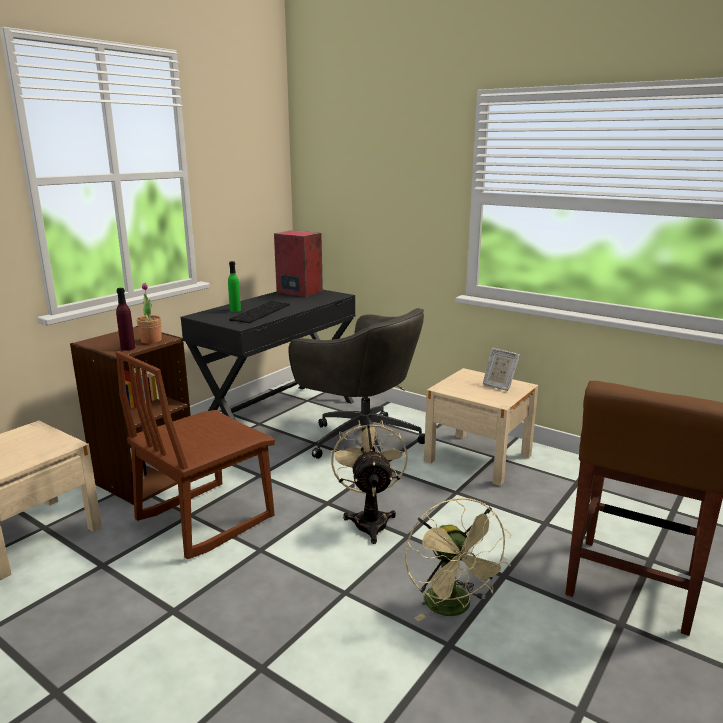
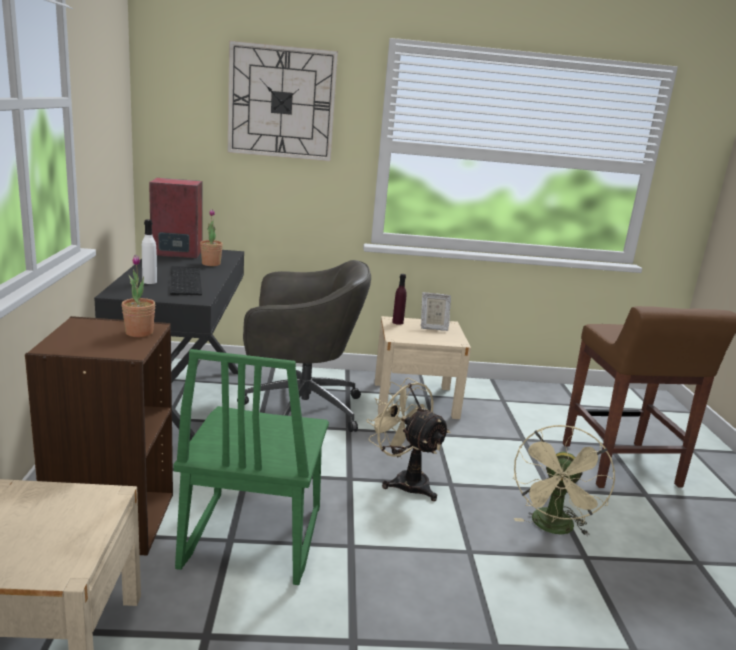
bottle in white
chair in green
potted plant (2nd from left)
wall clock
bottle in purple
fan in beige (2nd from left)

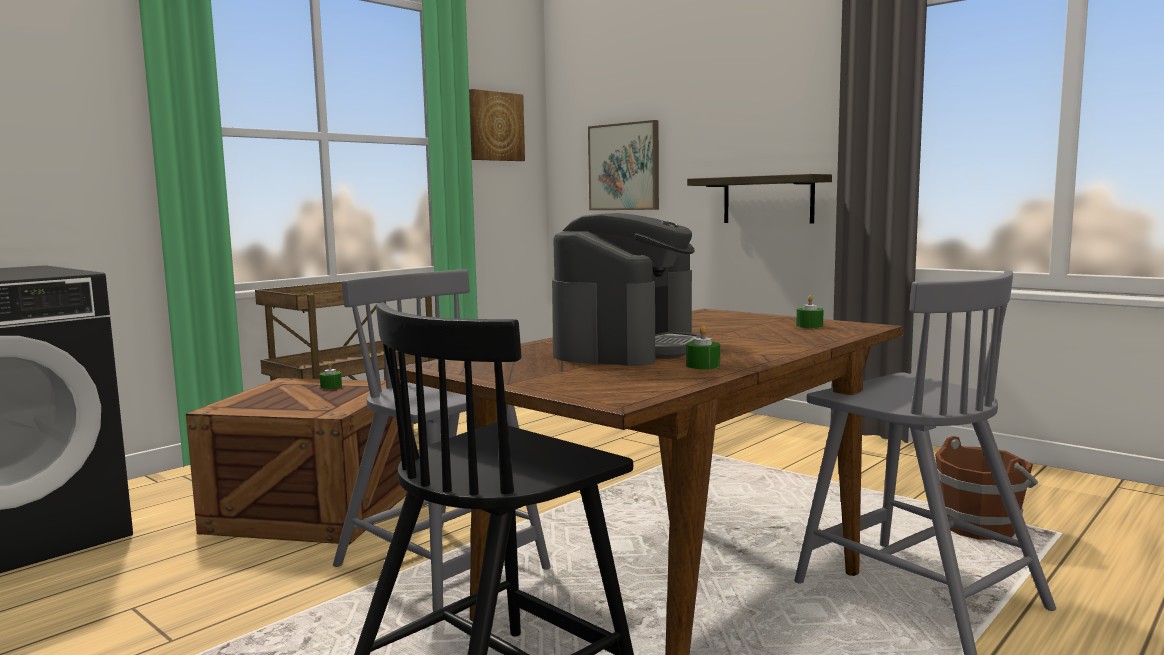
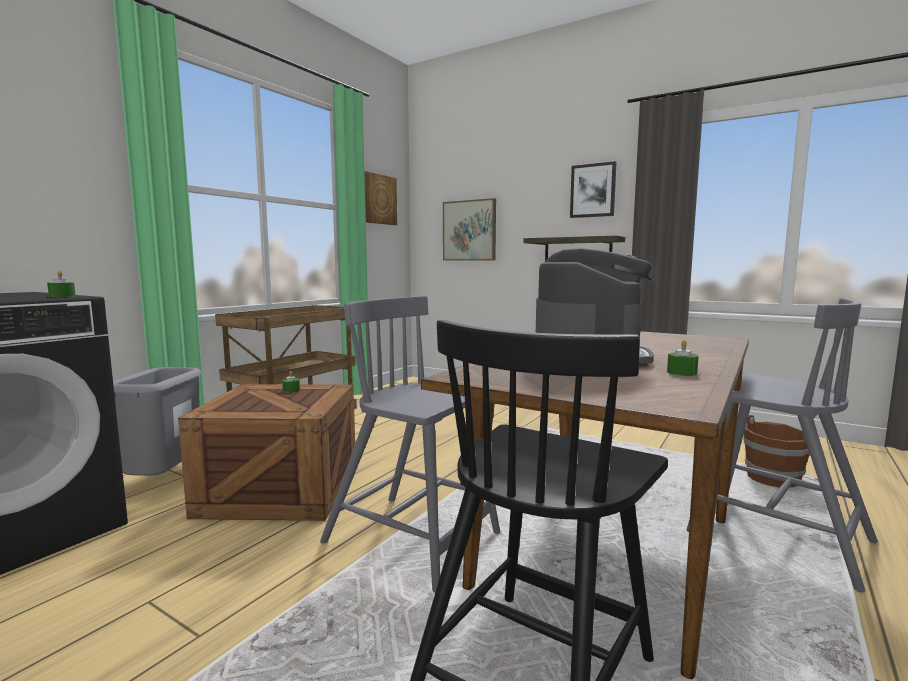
candle in green (1st from left)
trash can in grey
picture (3rd from left)

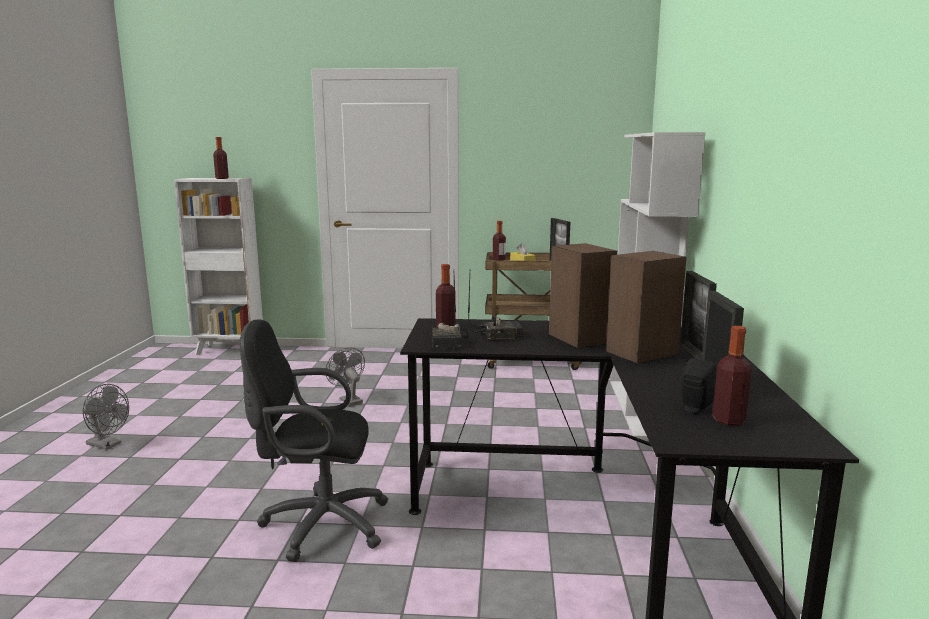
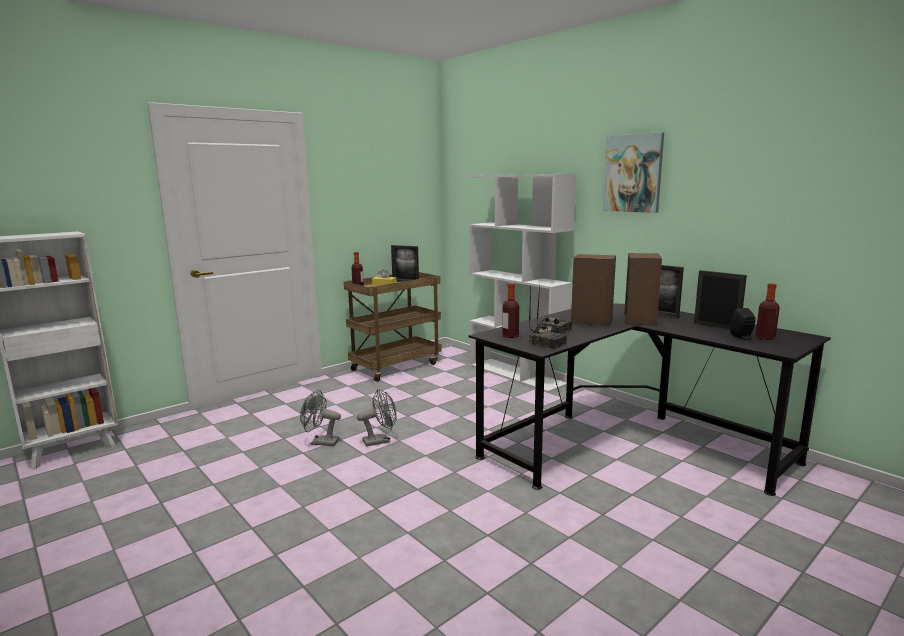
fan in grey (2nd from left)
picture
bottle (1st from left in the first image)
office chair in black

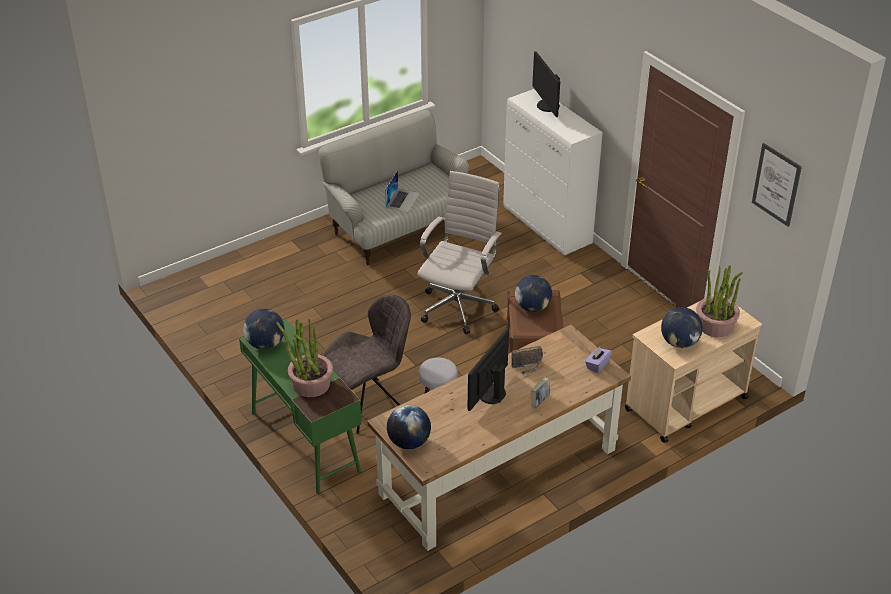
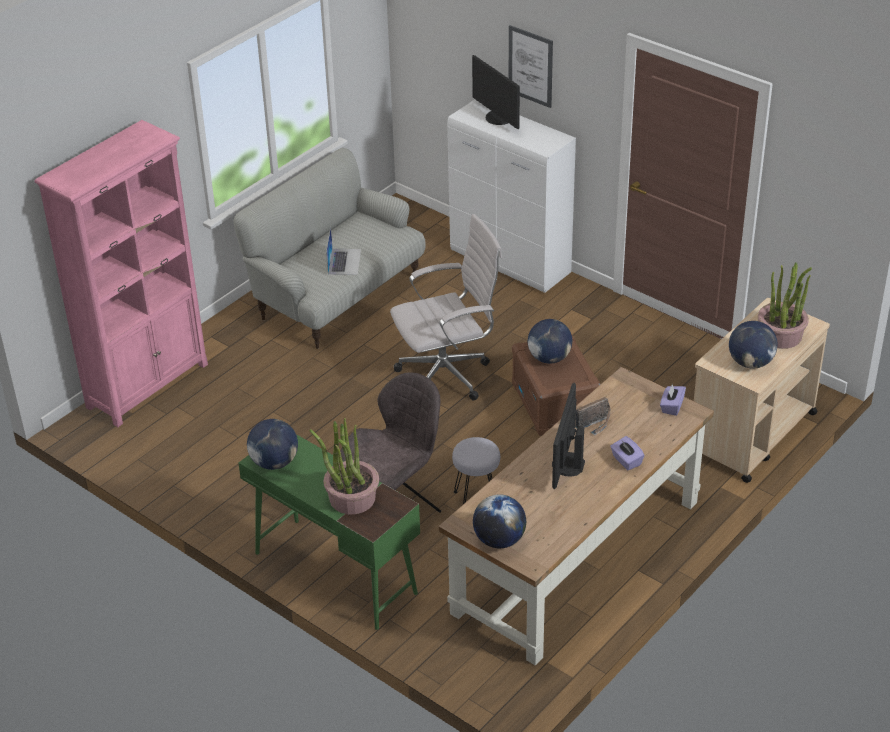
bookcase in pink
office chair in white
picture
tissue box in purple (1st from left)

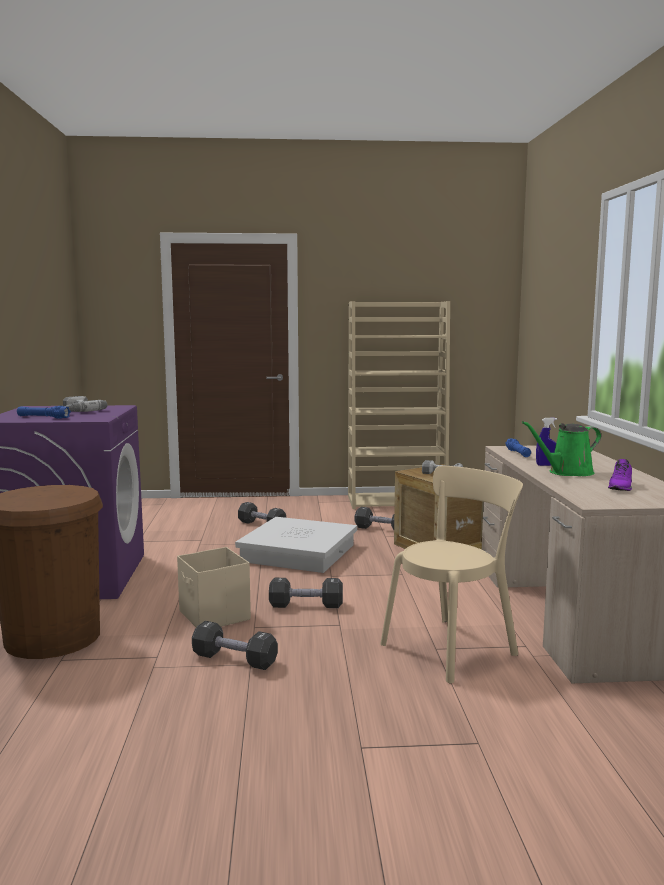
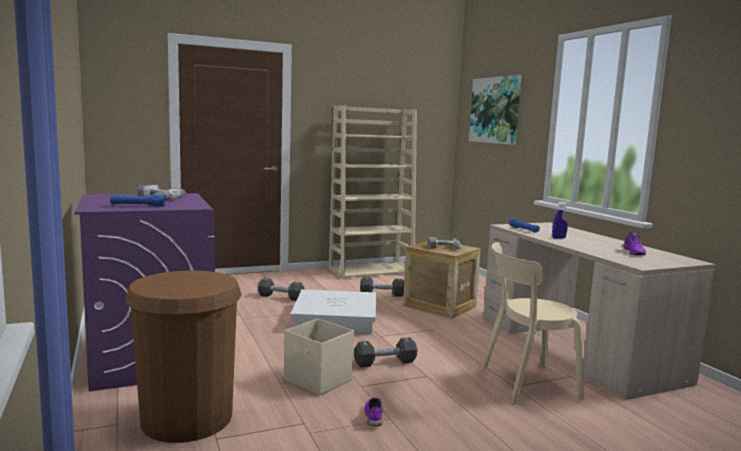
shoe in purple (1st from left)
picture
chair in beige
watering can in green

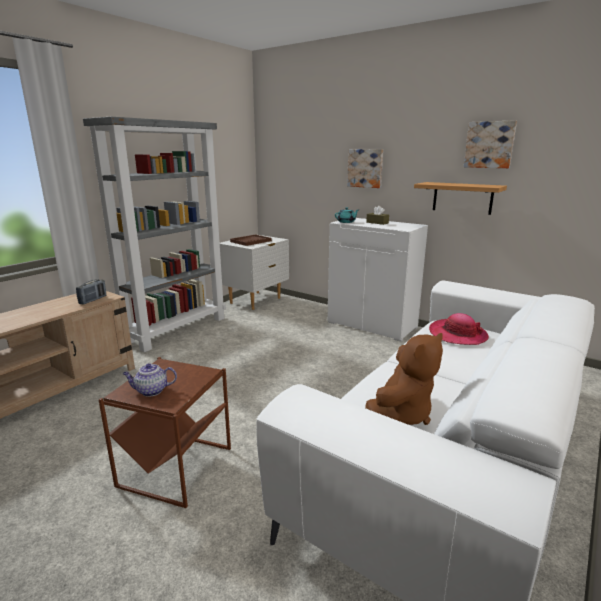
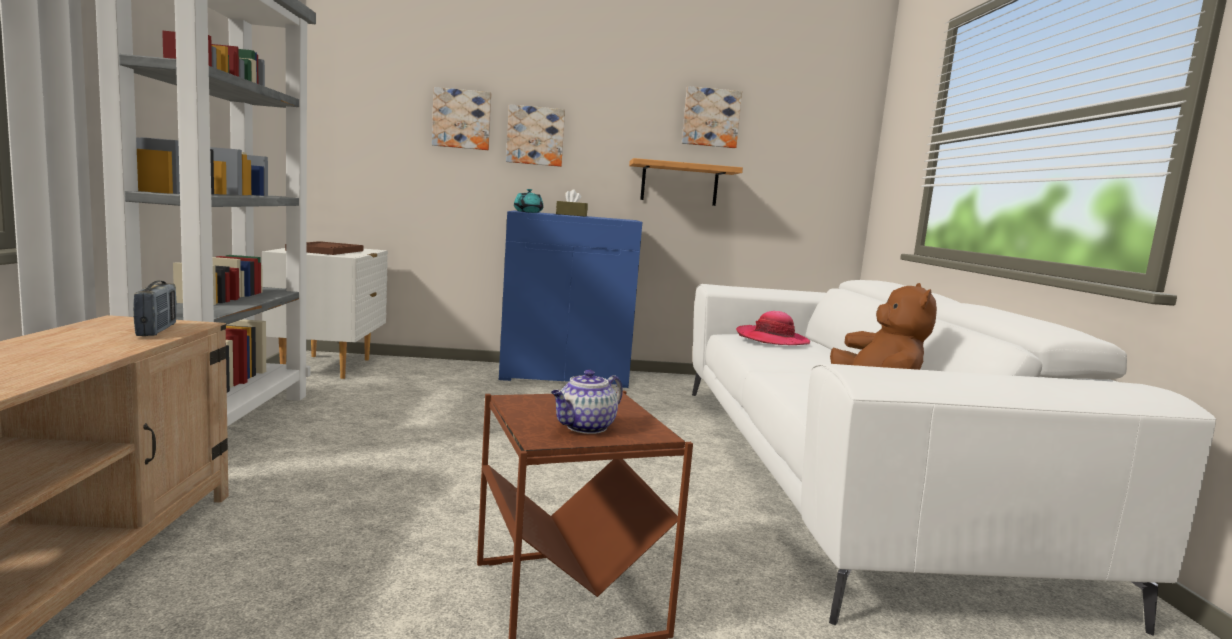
picture (1st from left)
cabinet in blue

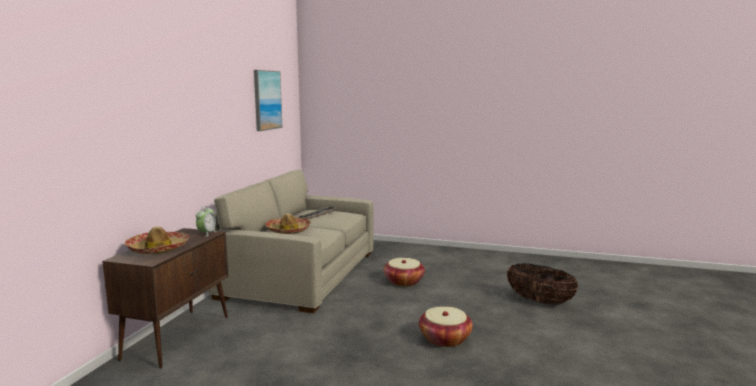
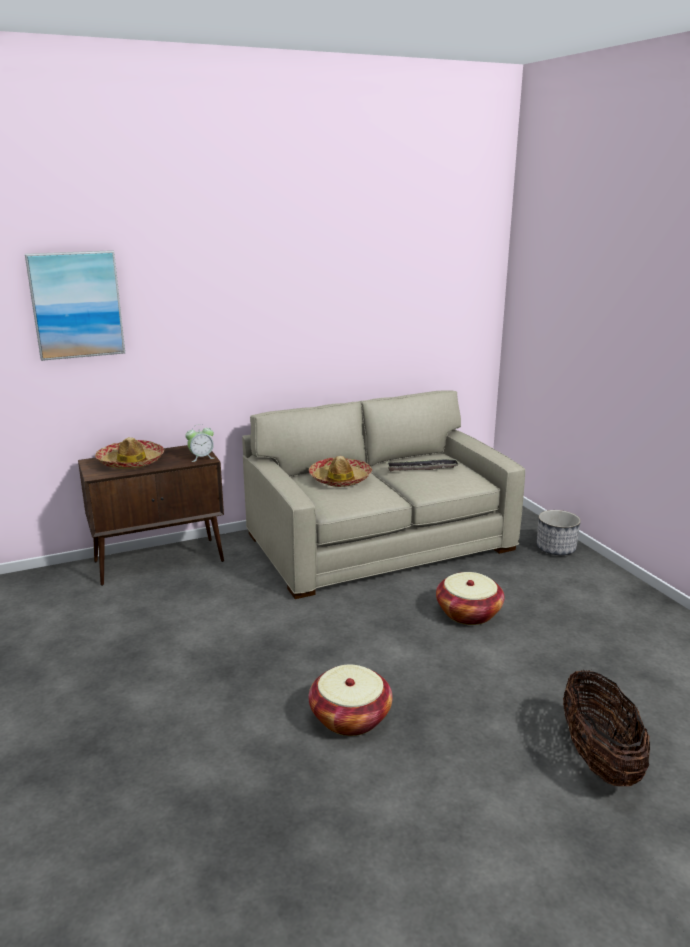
picture
planter

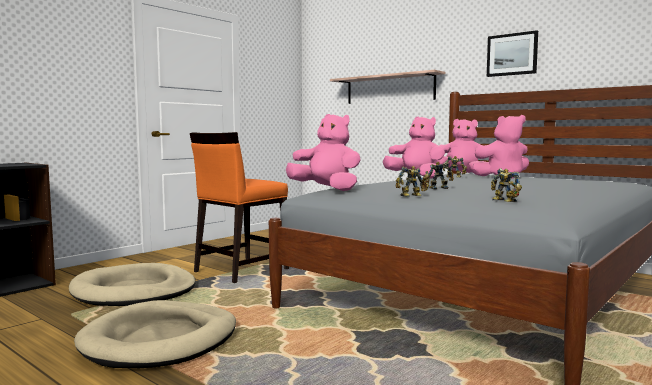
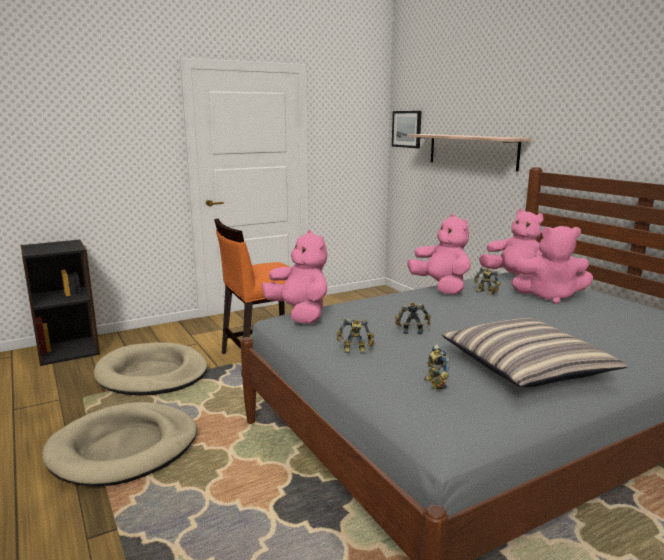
picture
pillow

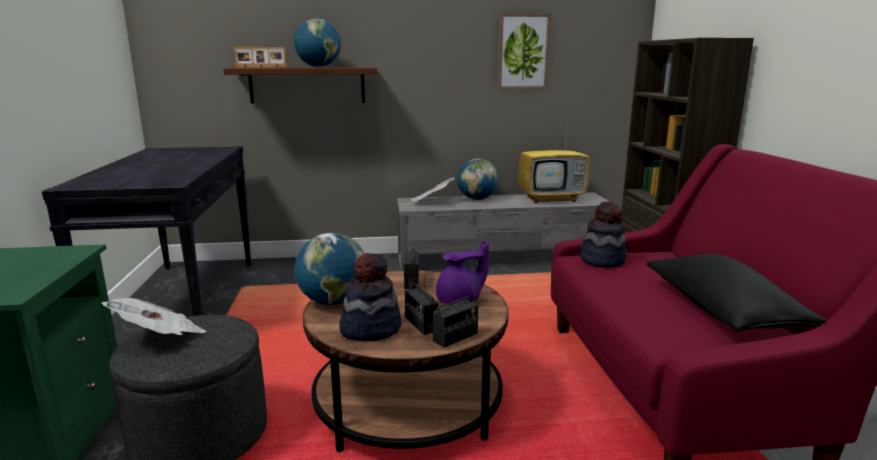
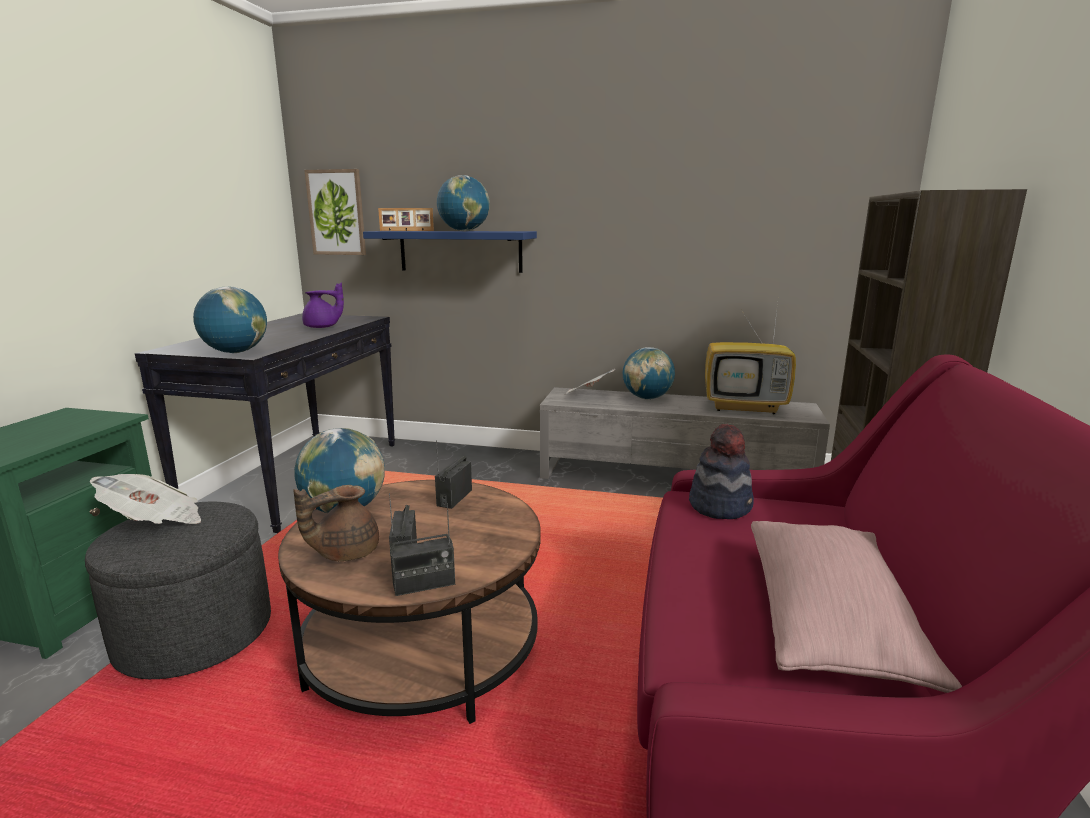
globe (1st from left)
teapot in brown
teapot in purple
picture
shelf in blue
pillow in pink

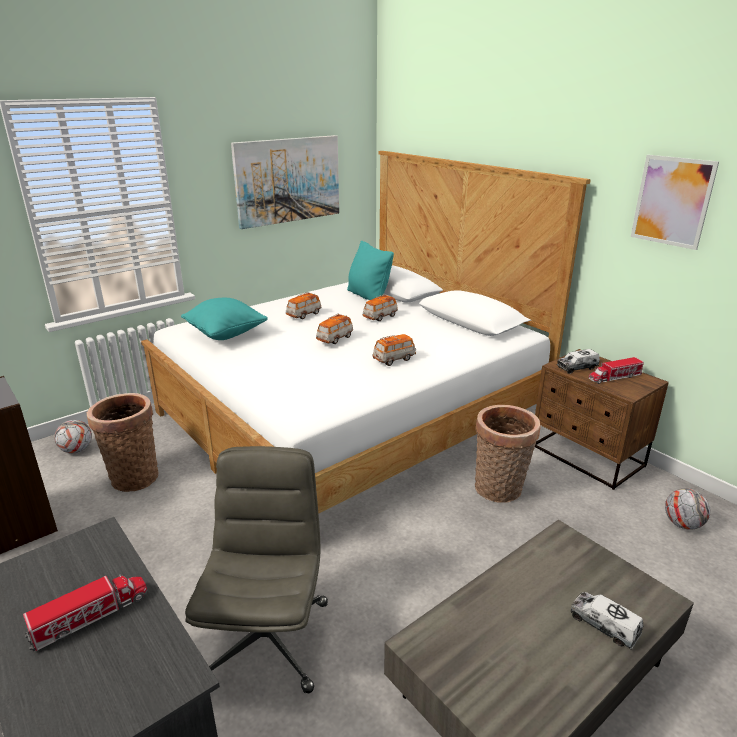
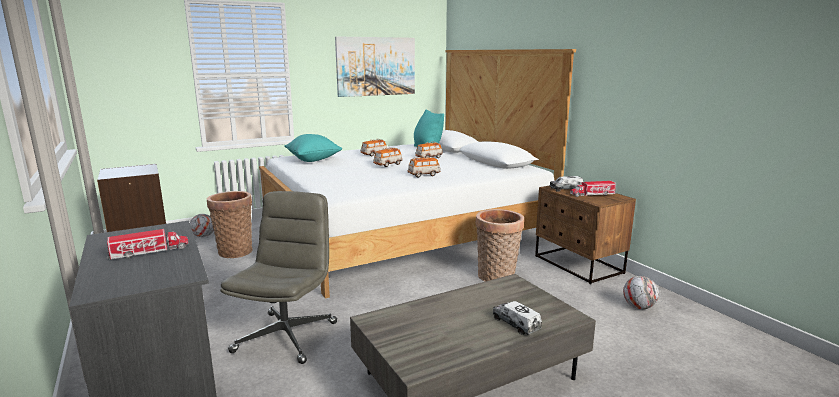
picture (2nd from left in the first image)

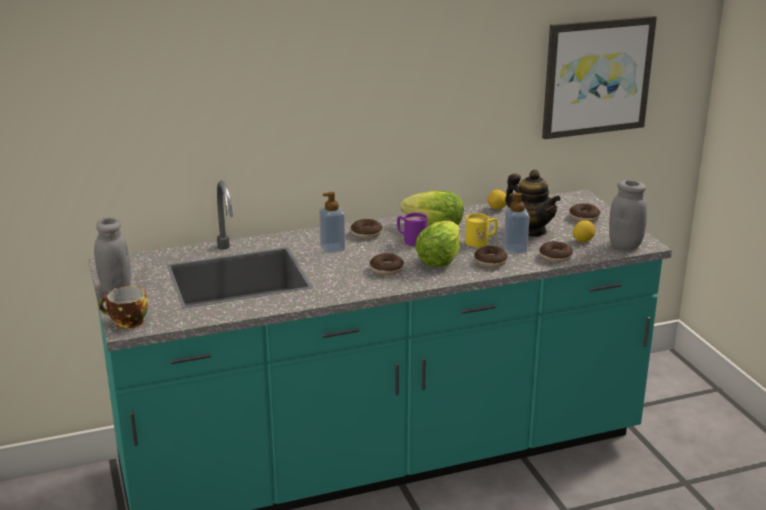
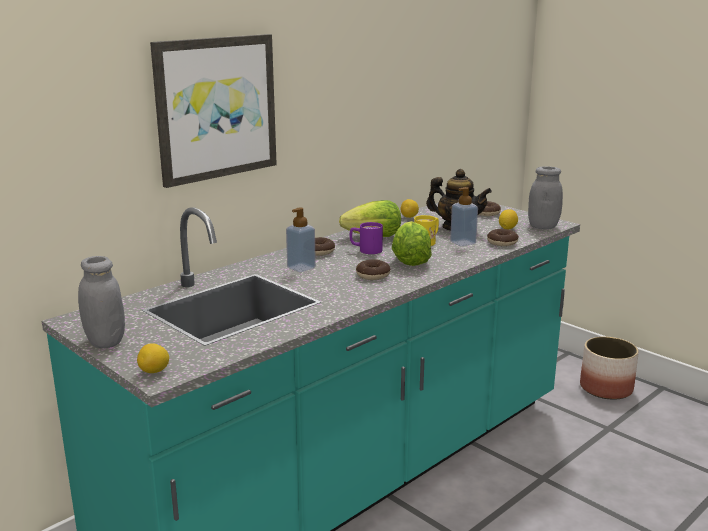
lemon (1st from left)
picture
planter
donut (3rd from left in the first image)

